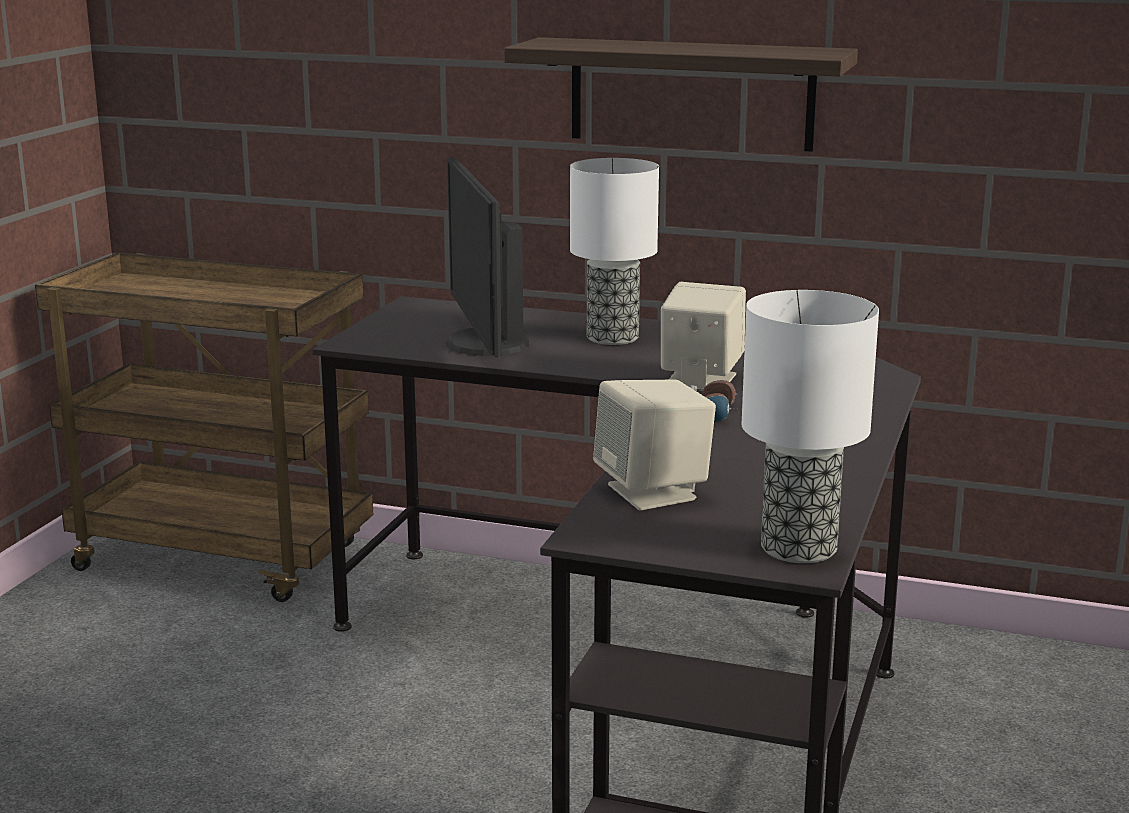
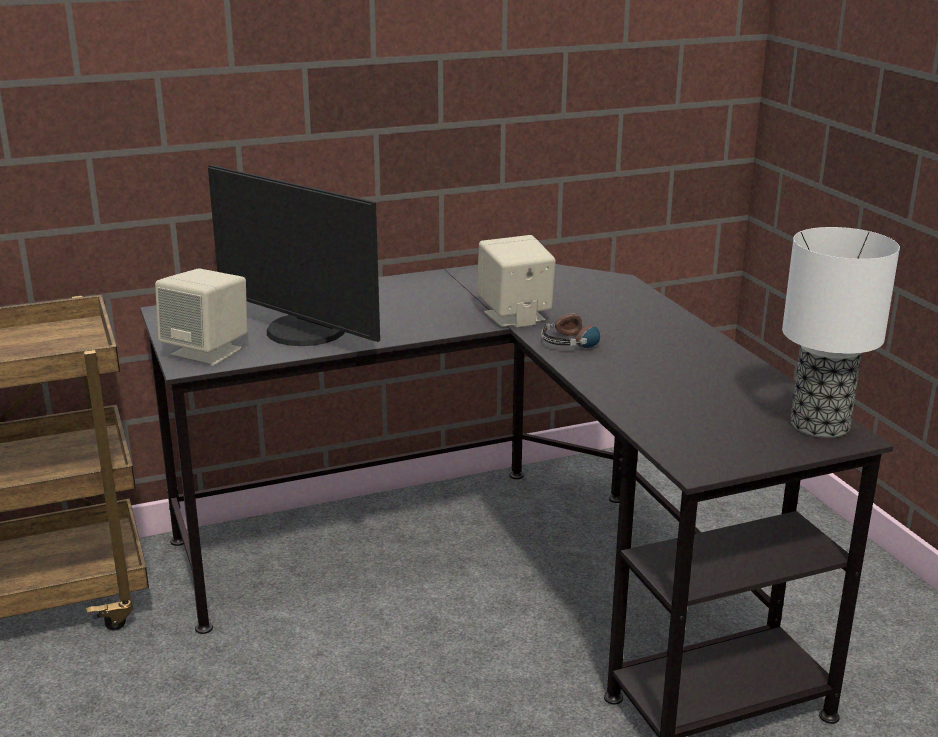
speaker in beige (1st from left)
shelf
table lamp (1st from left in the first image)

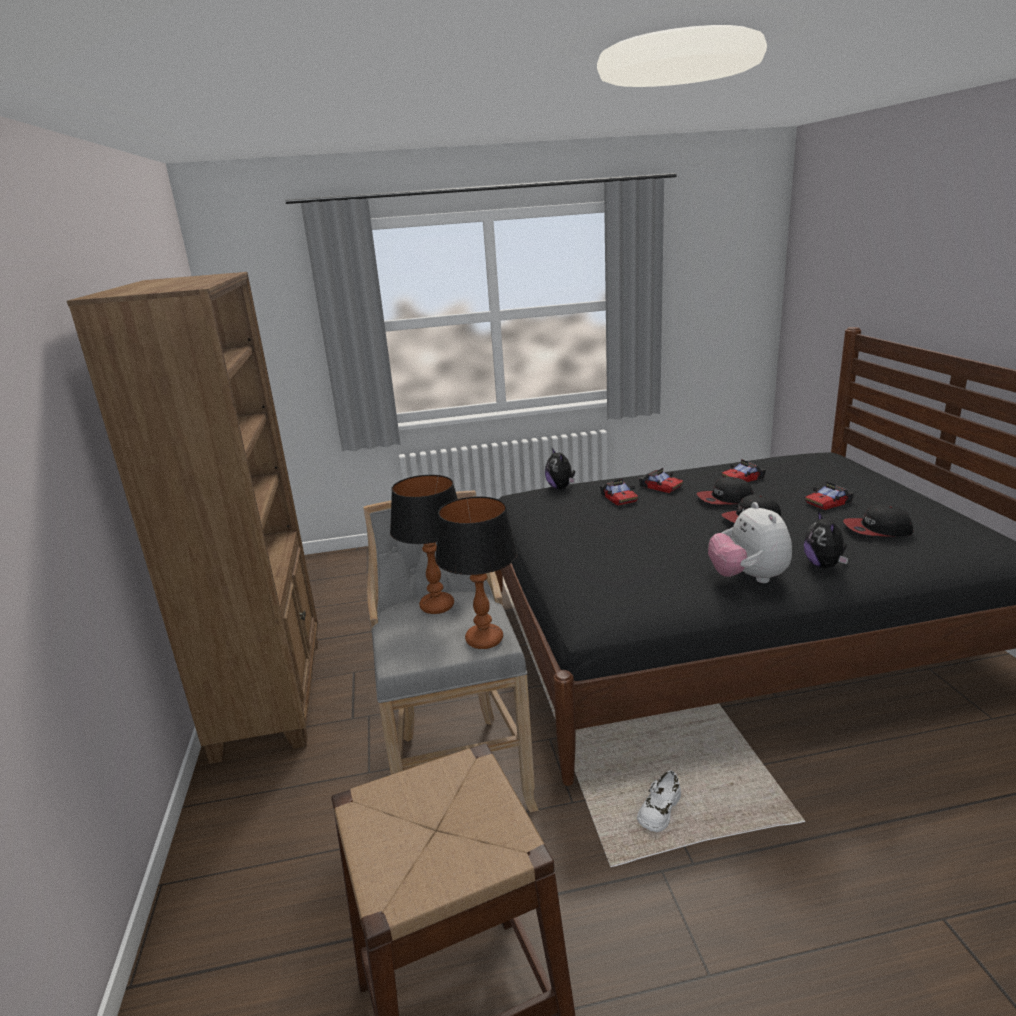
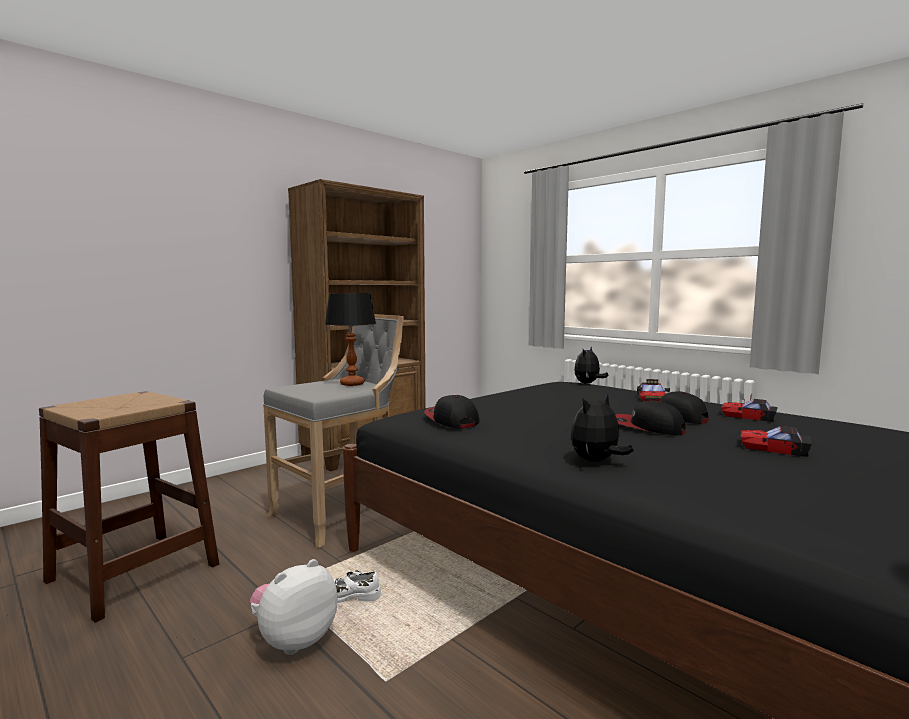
plush toy (1st from left)
cap (1st from left)
table lamp (2nd from left in the first image)
toy car (1st from left in the first image)

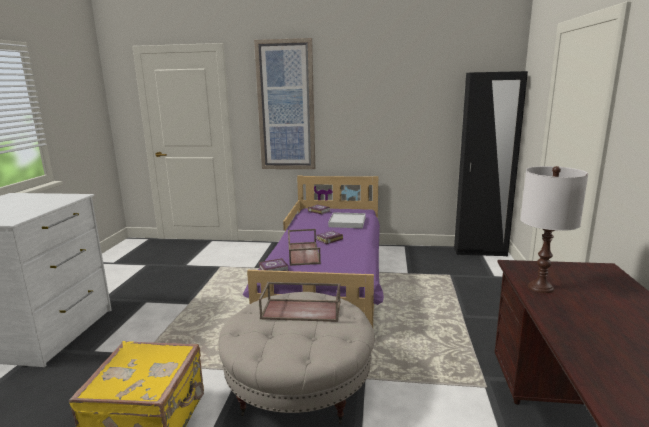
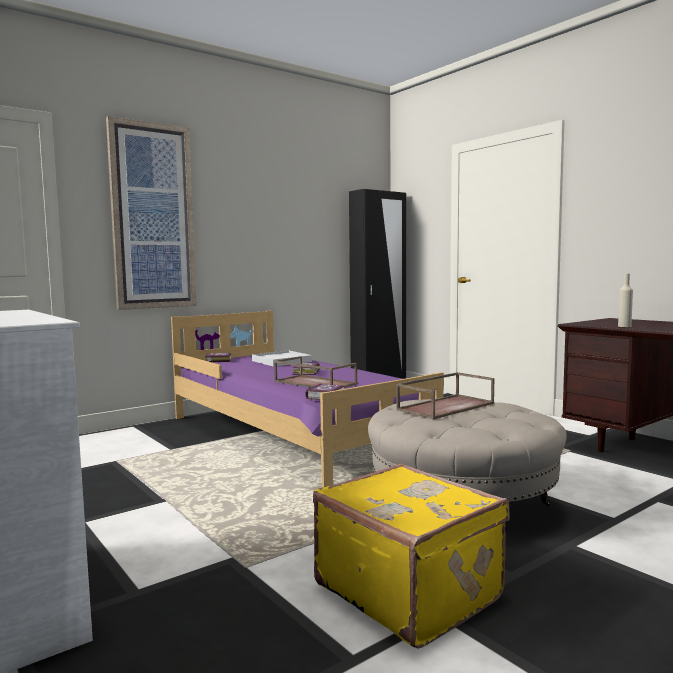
bottle in beige

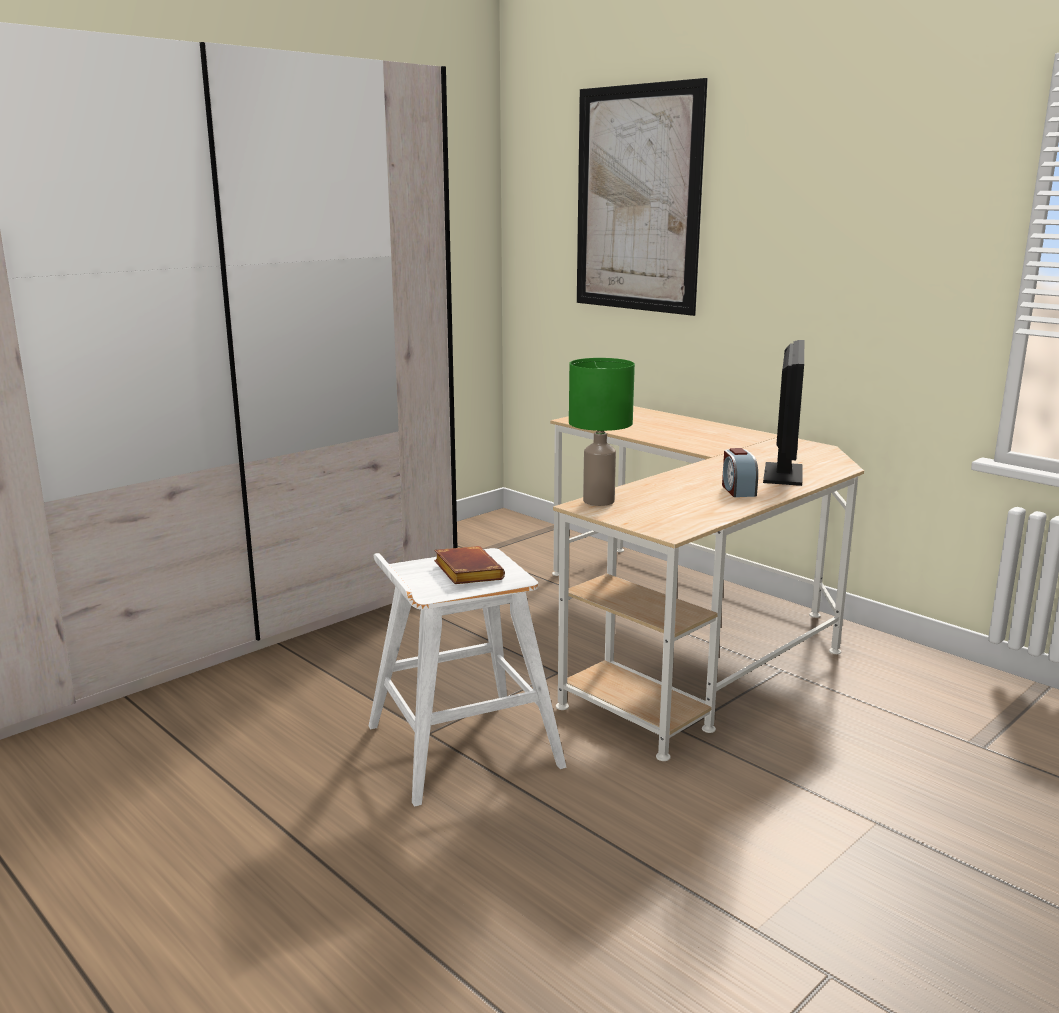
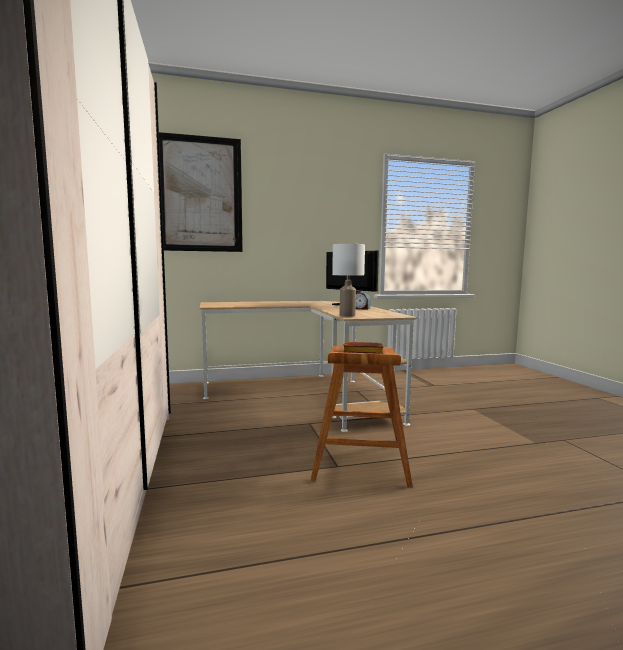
stool in brown
table lamp in white

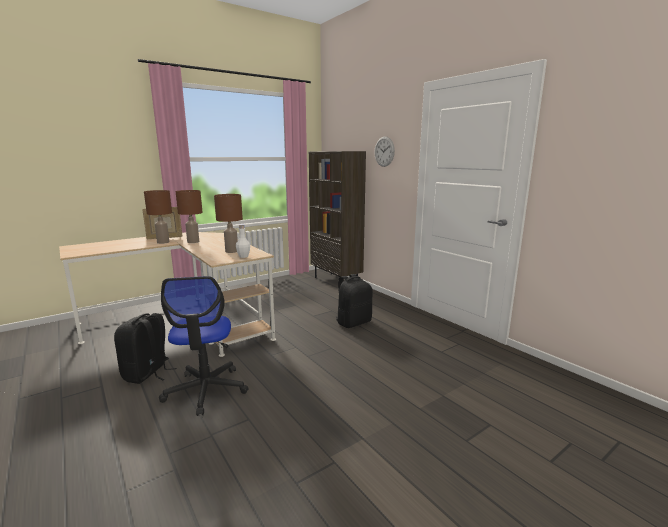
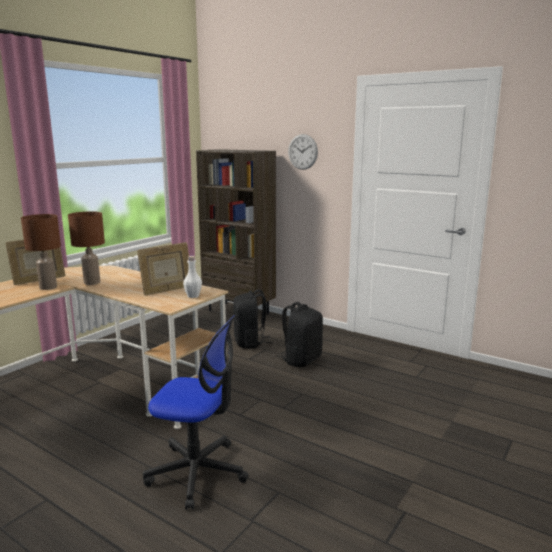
picture frame (2nd from left)
office chair
backpack in black (1st from left)

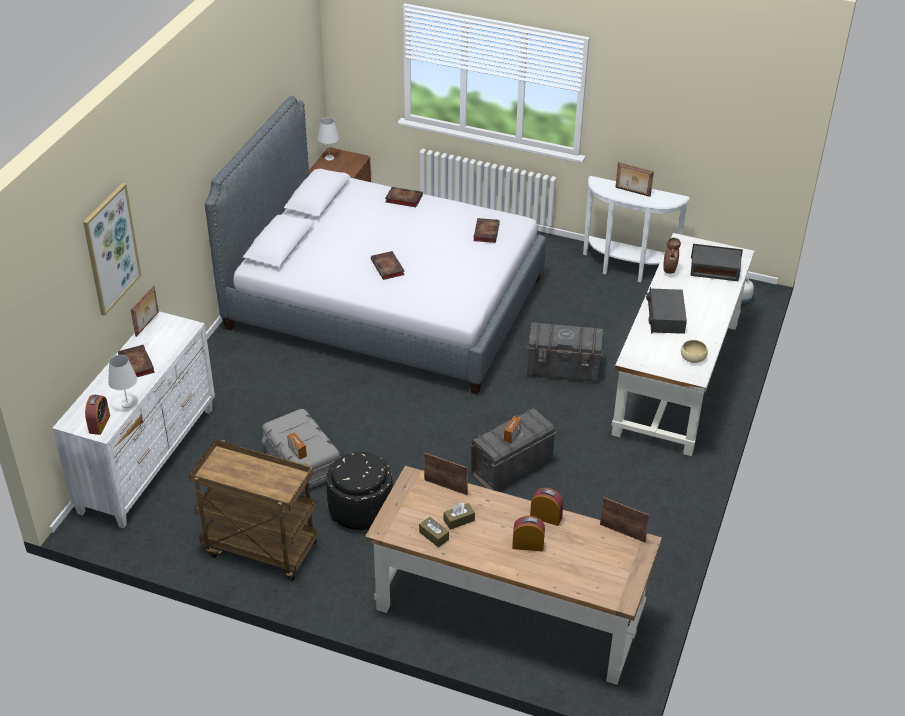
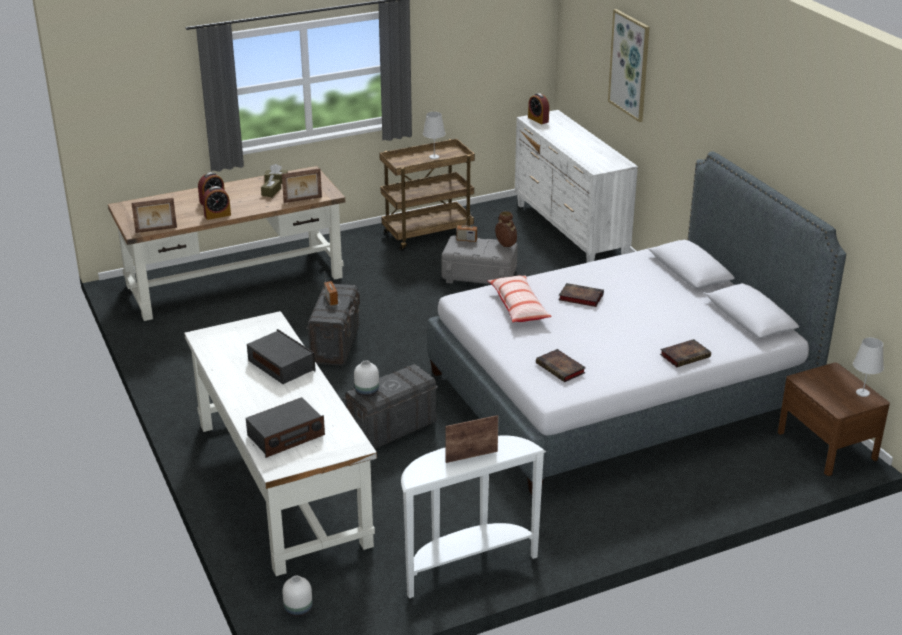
vase in white (2nd from left)
table lamp in white (1st from left)
pillow
vase in brown
book (1st from left in the first image)
picture frame (1st from left in the first image)
ottoman in black
bowl in beige

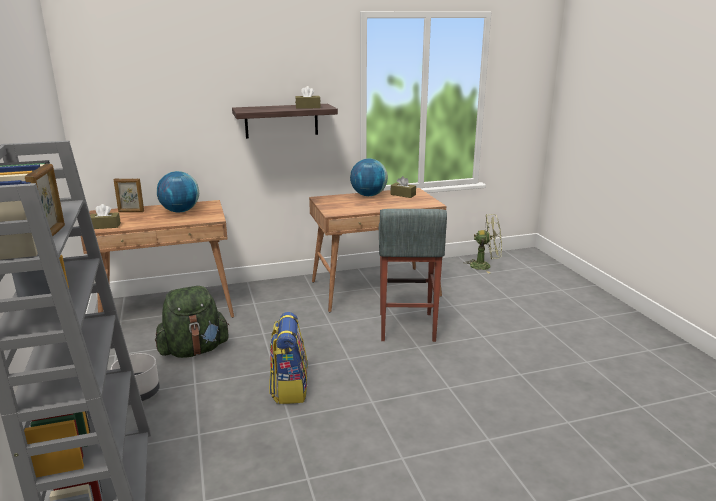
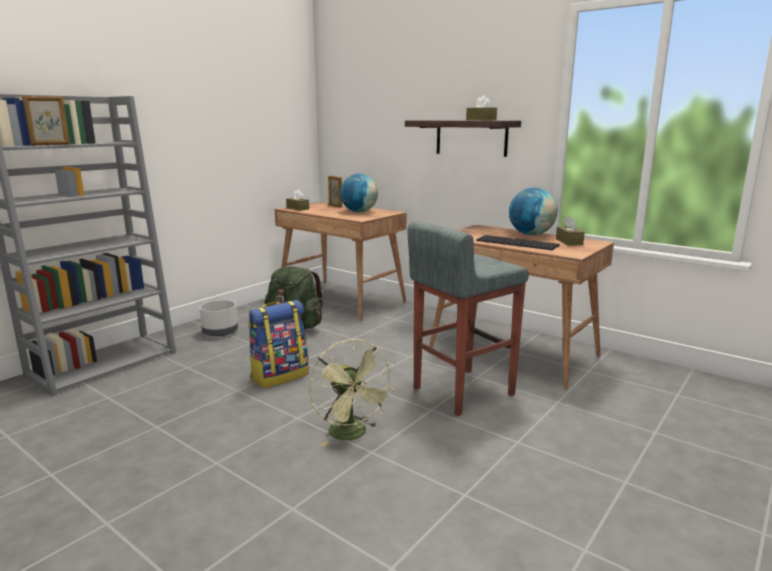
fan in green
keyboard

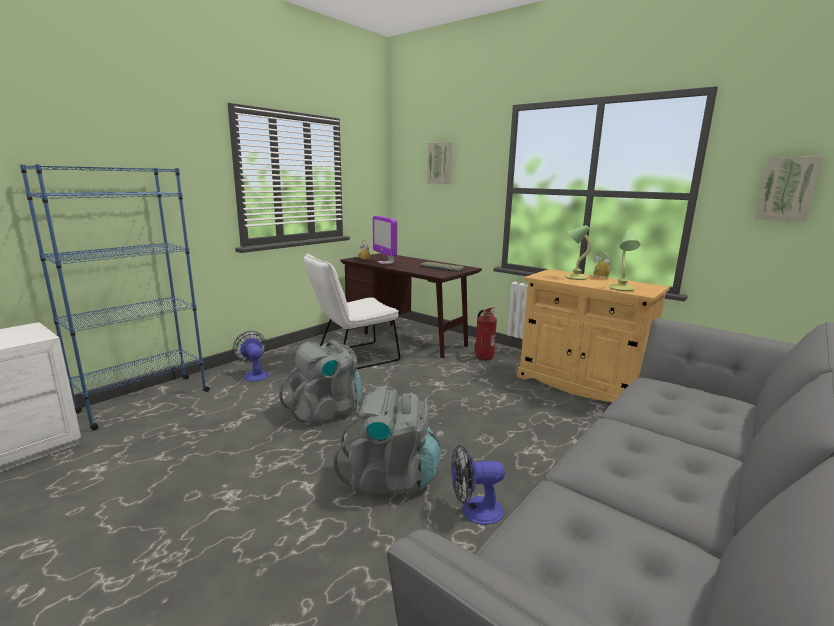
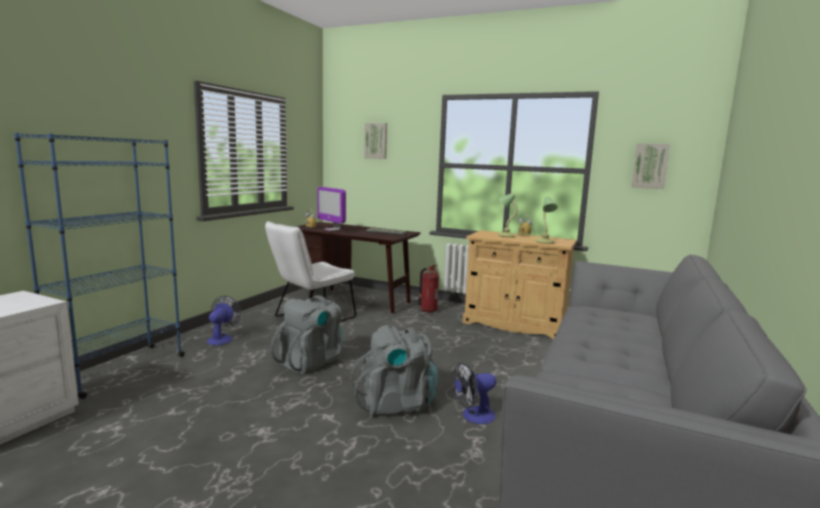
fan (1st from left)

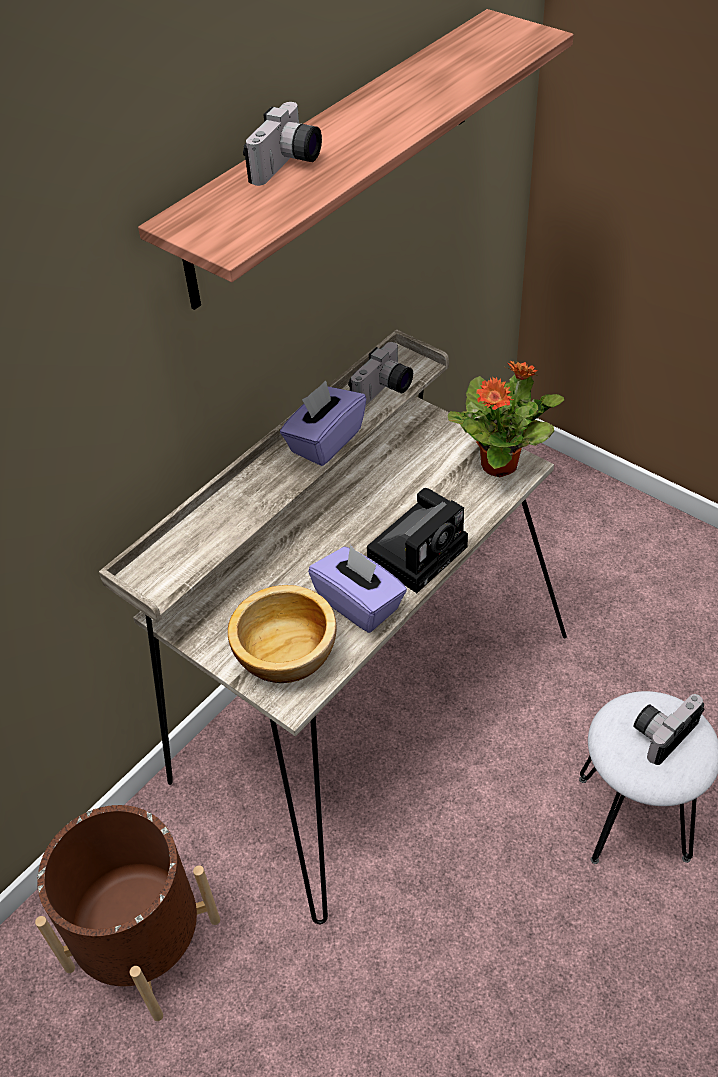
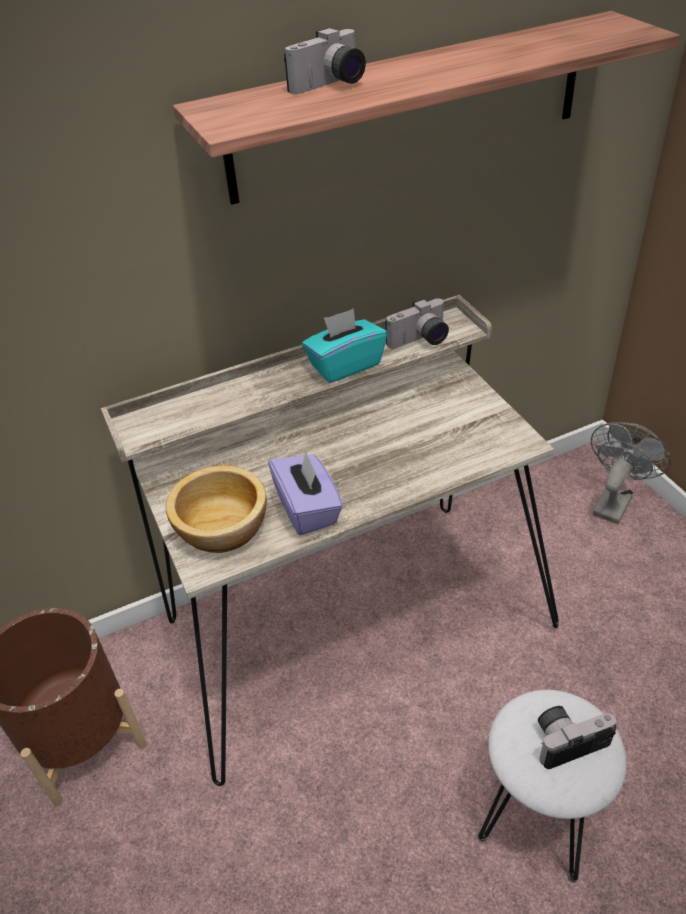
tissue box in turquoise
fan in grey
photo camera (3rd from left in the first image)
potted plant

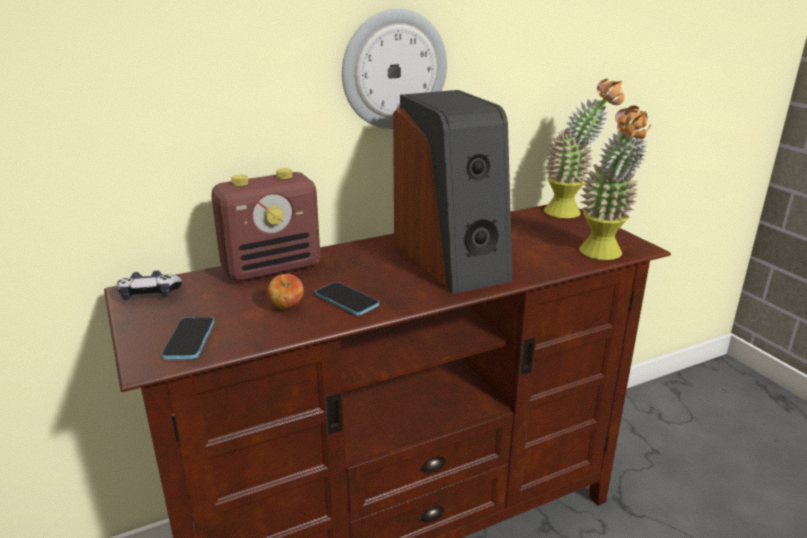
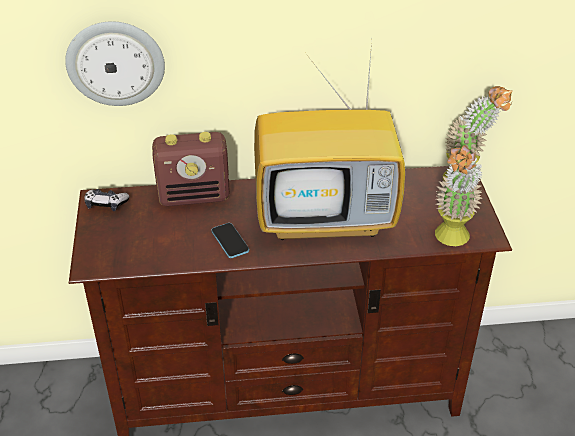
wall clock
television
phone (1st from left in the first image)
apple

